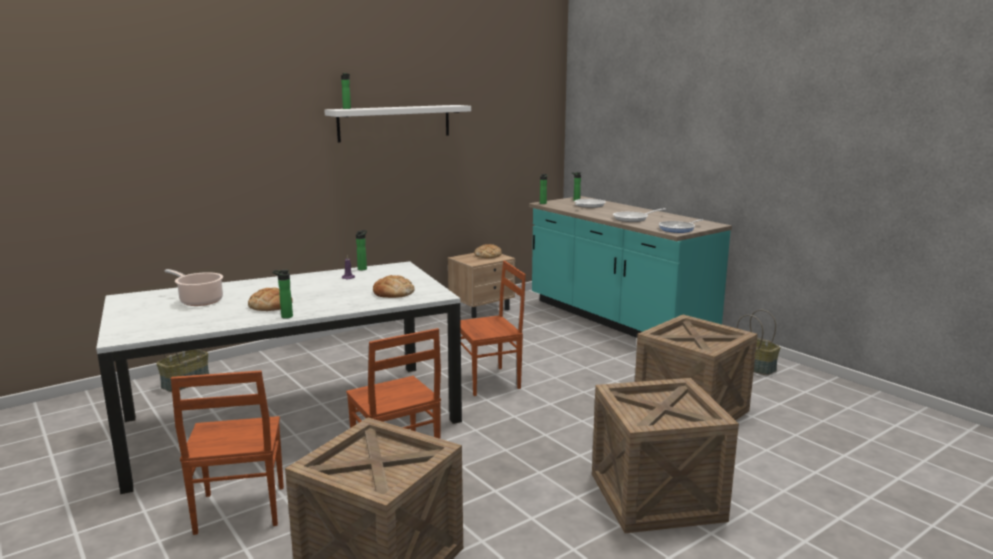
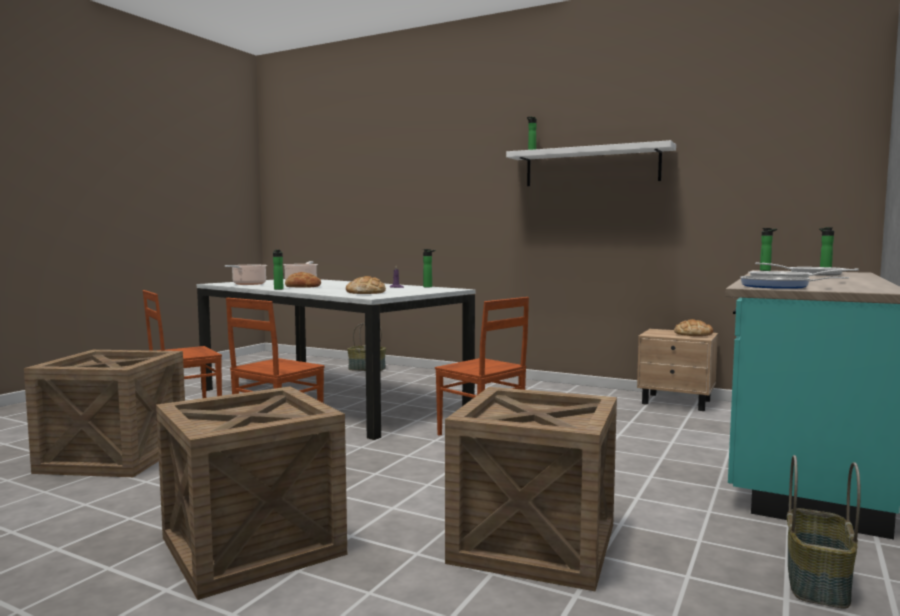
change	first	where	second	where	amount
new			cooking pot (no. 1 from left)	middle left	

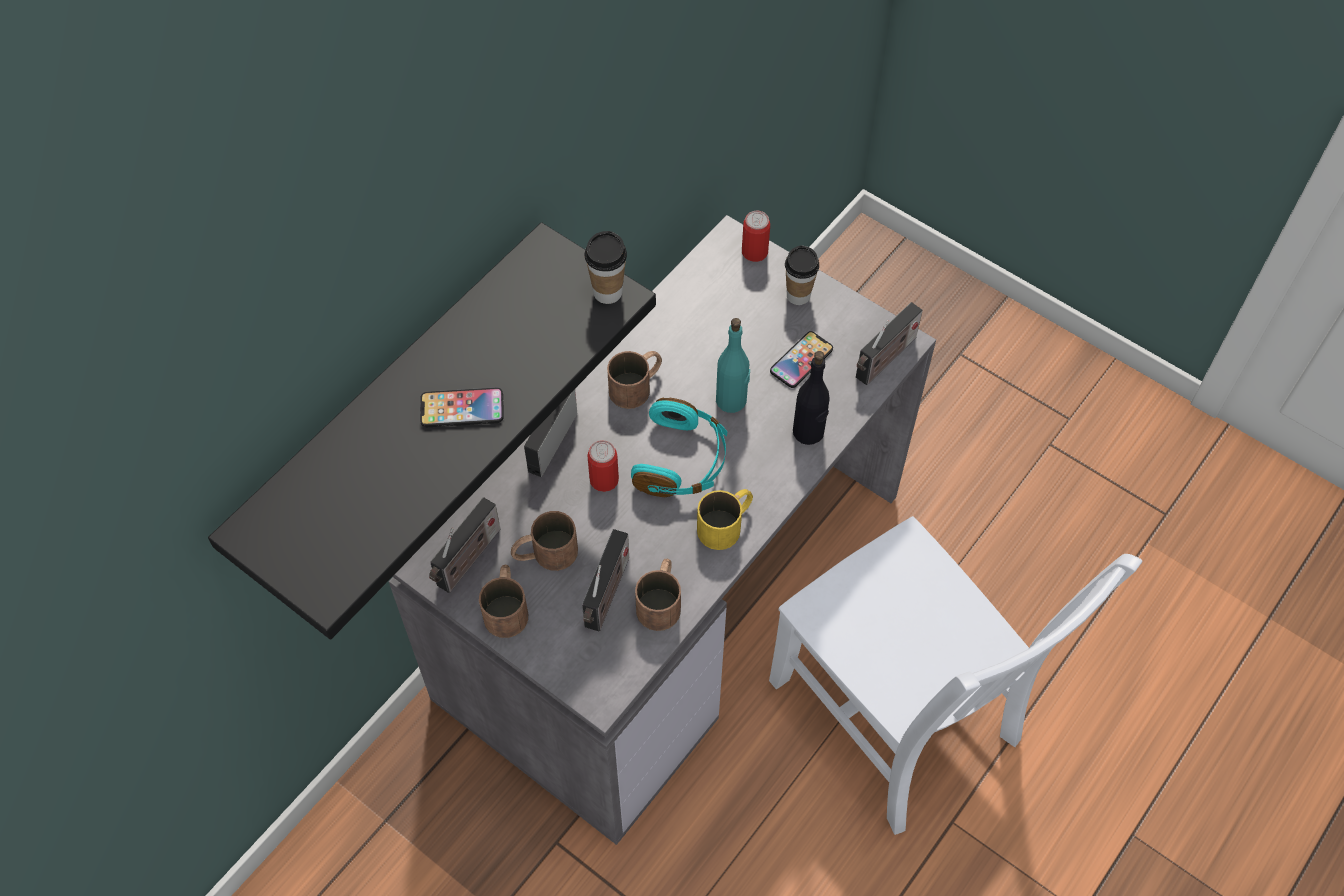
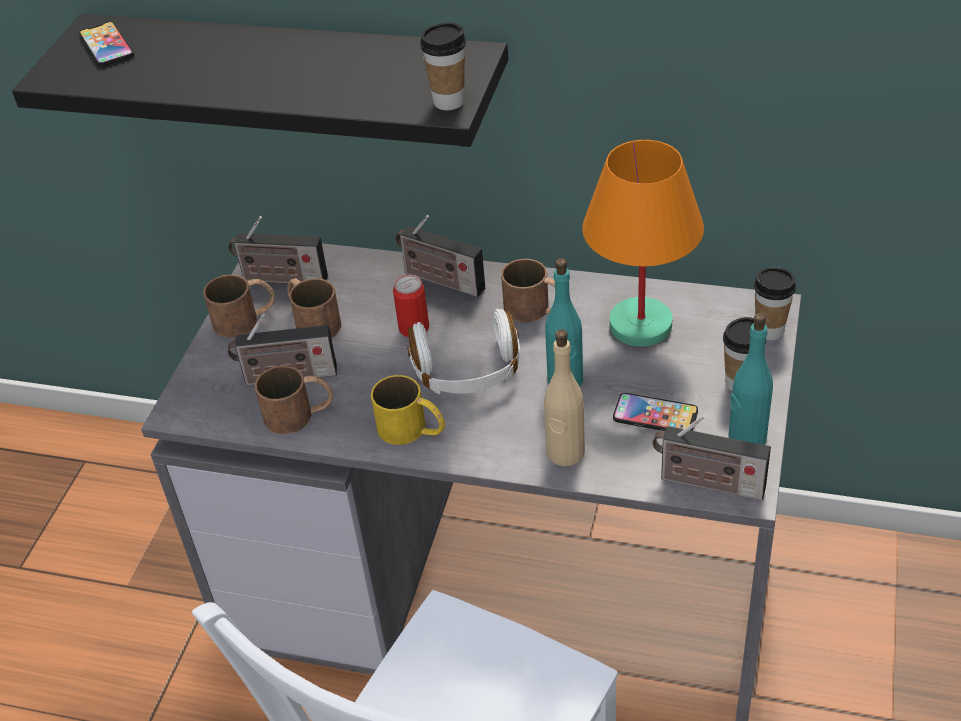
change	first	where	second	where	amount
swapped	can (no. 2 from left)	top centre	cup (no. 3 from left)	middle right	
repainted	black bottle	centre	beige bottle	centre	
shifted	phone (no. 1 from left)	centre		top left	
rotated	radio (no. 2 from left in the first image)	centre	radio (no. 3 from left)	centre	150 degrees counterclockwise
repainted	turquoise headphones	centre	white headphones	centre	
new			orange table lamp	middle right	
new			turquoise bottle (no. 2 from left)	middle right	

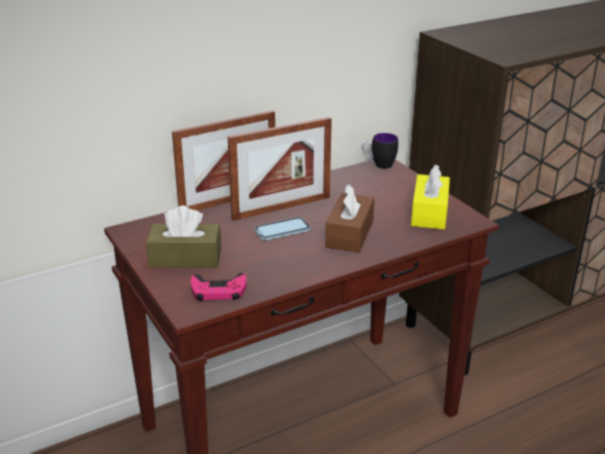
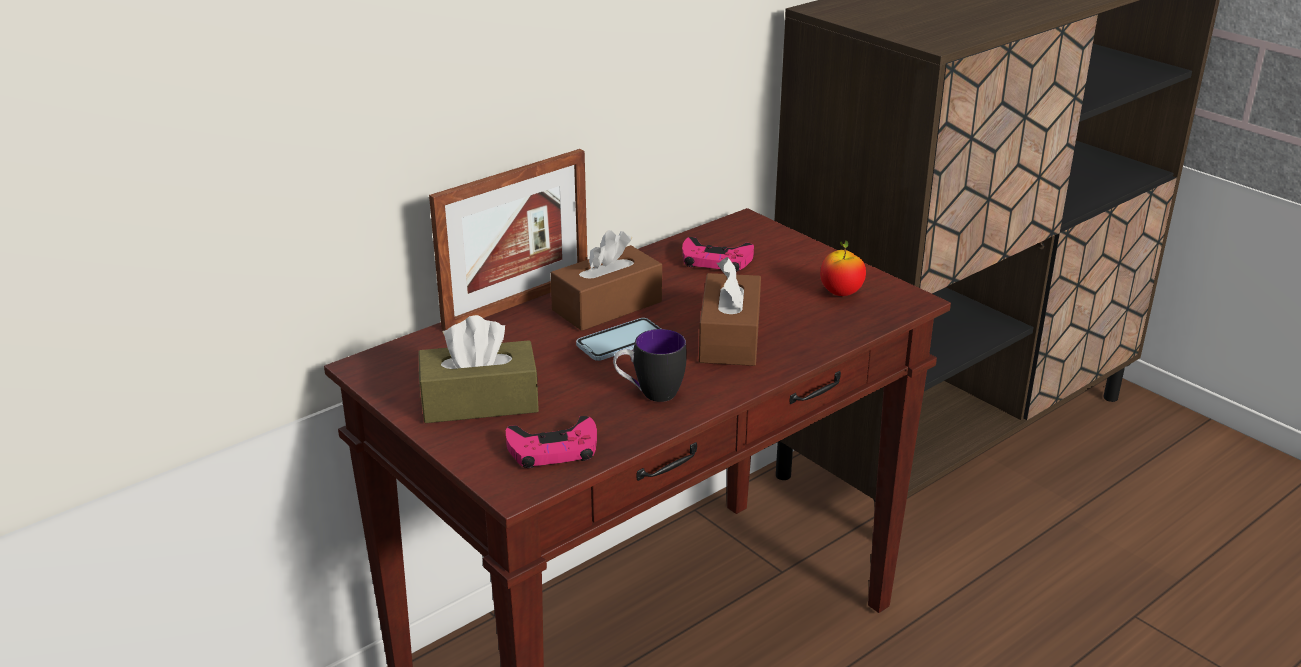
change	first	where	second	where	amount
swapped	picture frame (no. 2 from left)	centre	brown tissue box (no. 2 from left)	centre	
shifted	mug	top centre		centre	
swapped	yellow tissue box	middle right	apple	centre	
new			pink game controller (no. 2 from left)	centre	

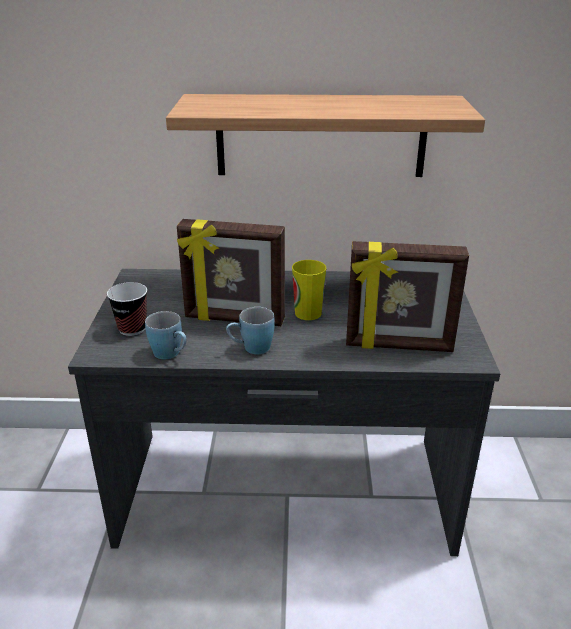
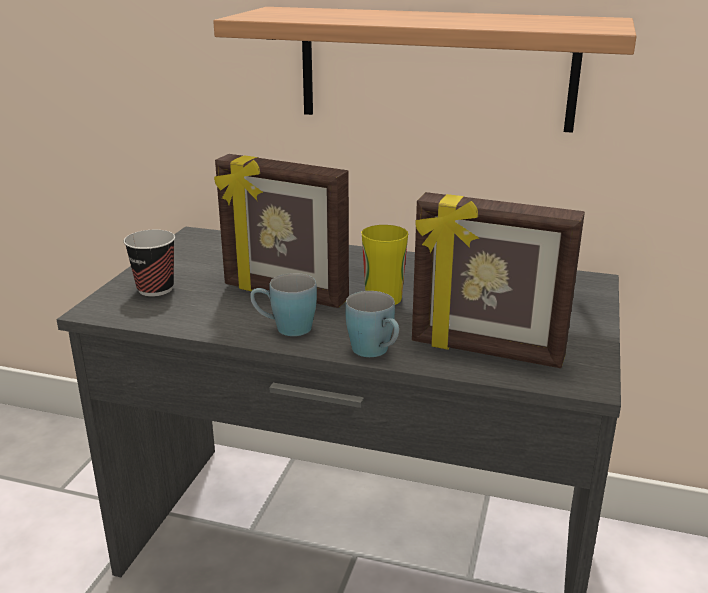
change	first	where	second	where	amount
shifted	blue mug (no. 1 from left in the first image)	middle left	blue mug (no. 2 from left)	centre	

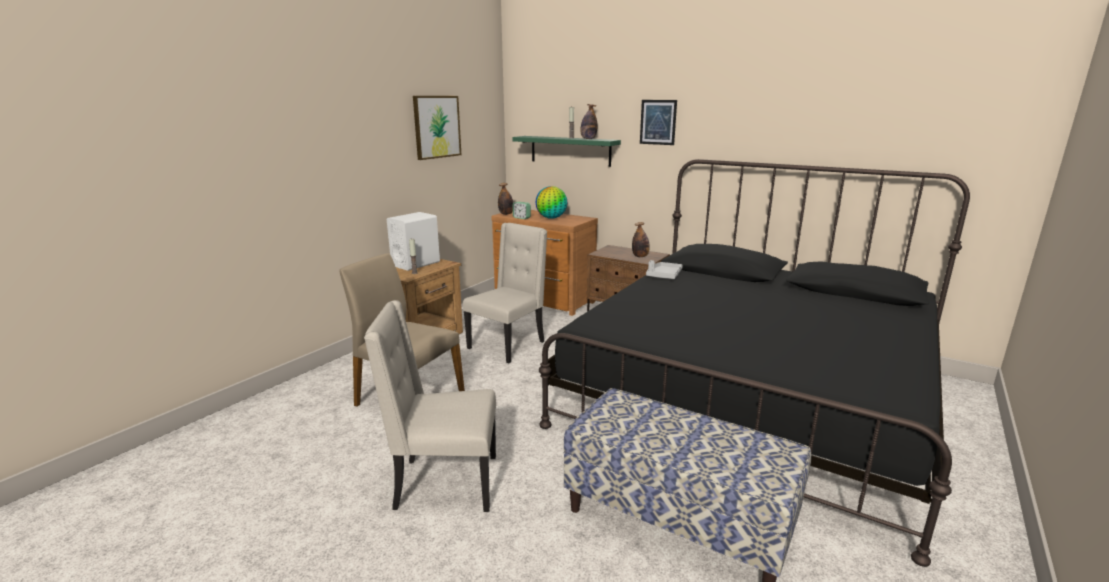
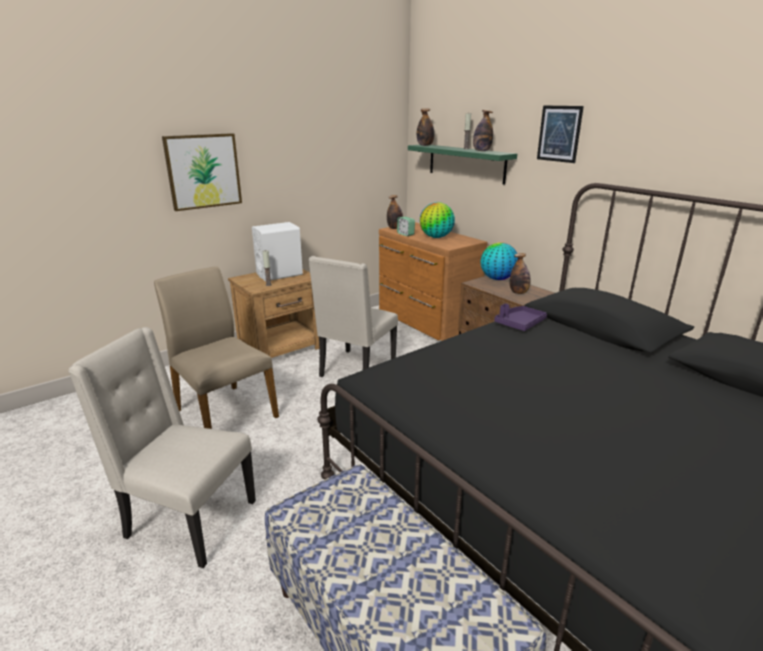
change	first	where	second	where	amount
shifted	picture (no. 1 from left)	top centre		top left	
rotated	beige chair (no. 3 from left)	centre		centre	150 degrees clockwise
repainted	grey tray	centre	purple tray	middle right	
new			bottle (no. 2 from left)	top centre	
new			globe (no. 2 from left)	centre	

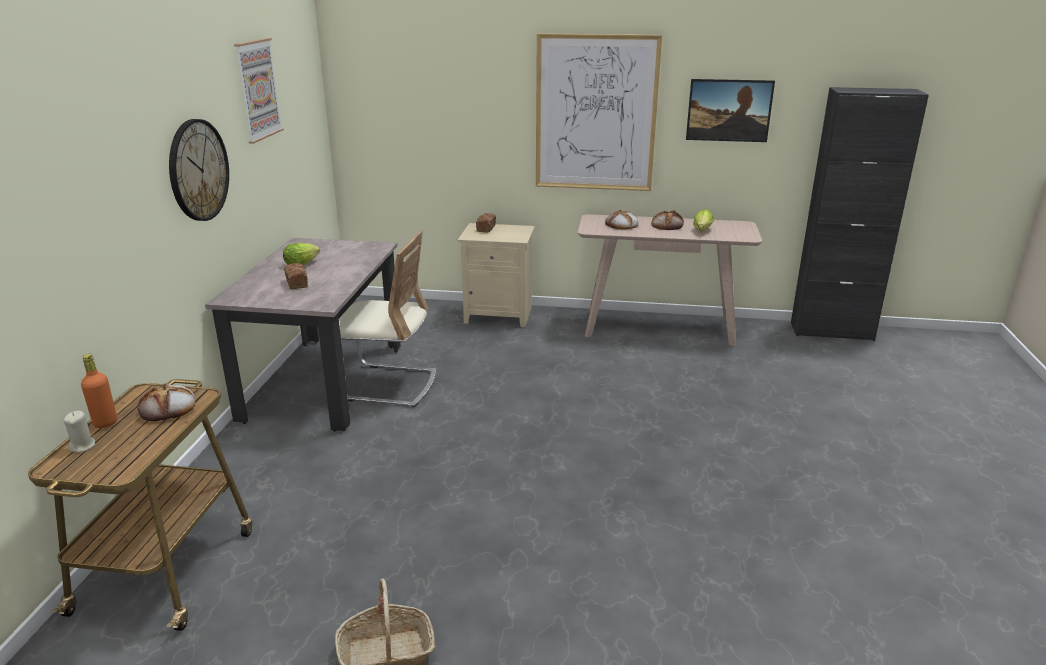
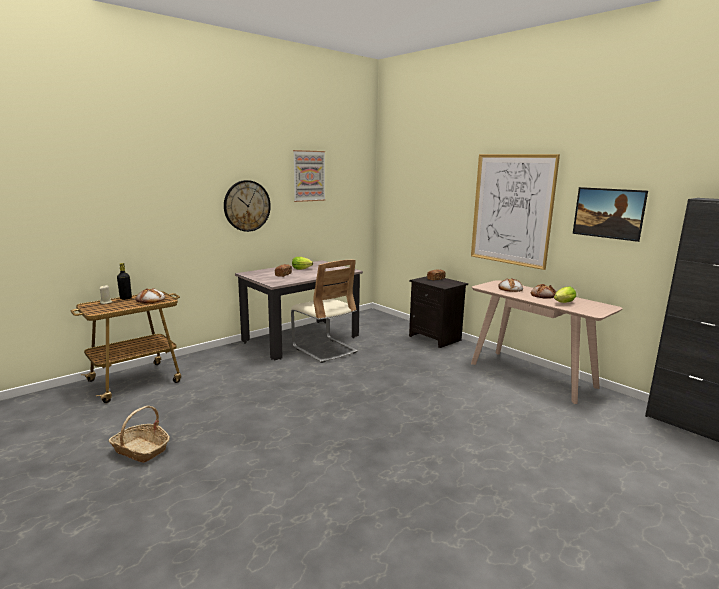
change	first	where	second	where	amount
repainted	beige nightstand	centre	black nightstand	centre	
repainted	orange bottle	middle left	black bottle	middle left	

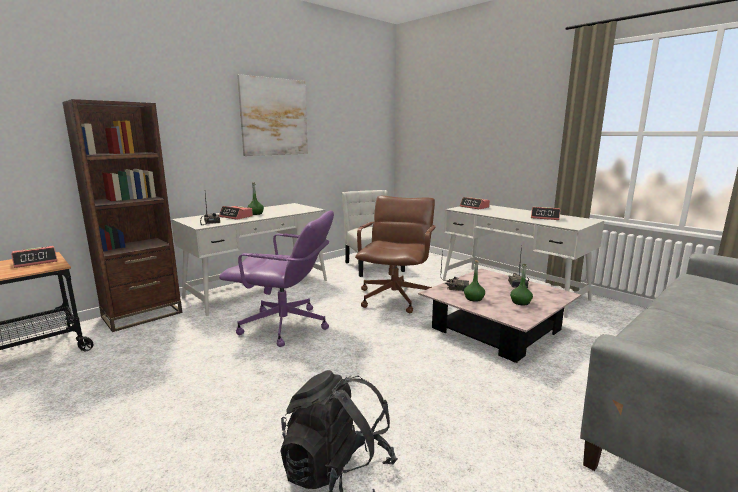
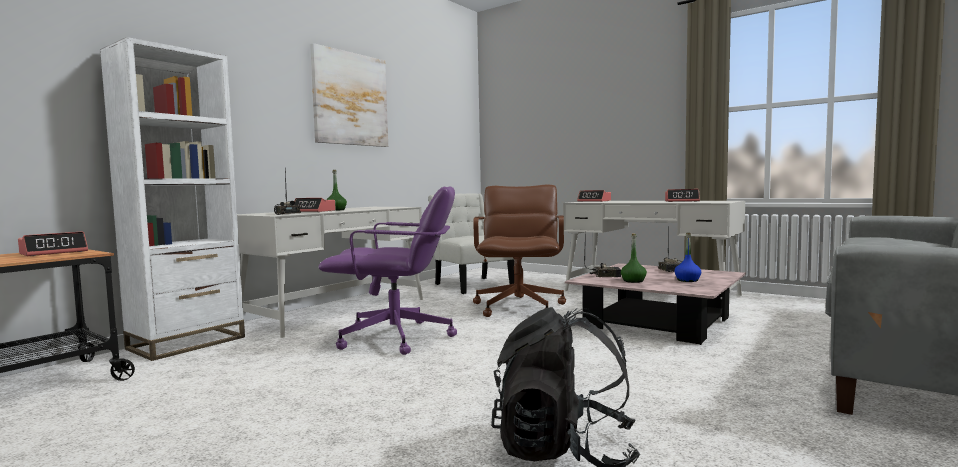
change	first	where	second	where	amount
repainted	brown bookcase	middle left	white bookcase	middle left	
repainted	green bottle (no. 3 from left)	middle right	blue bottle	middle right	

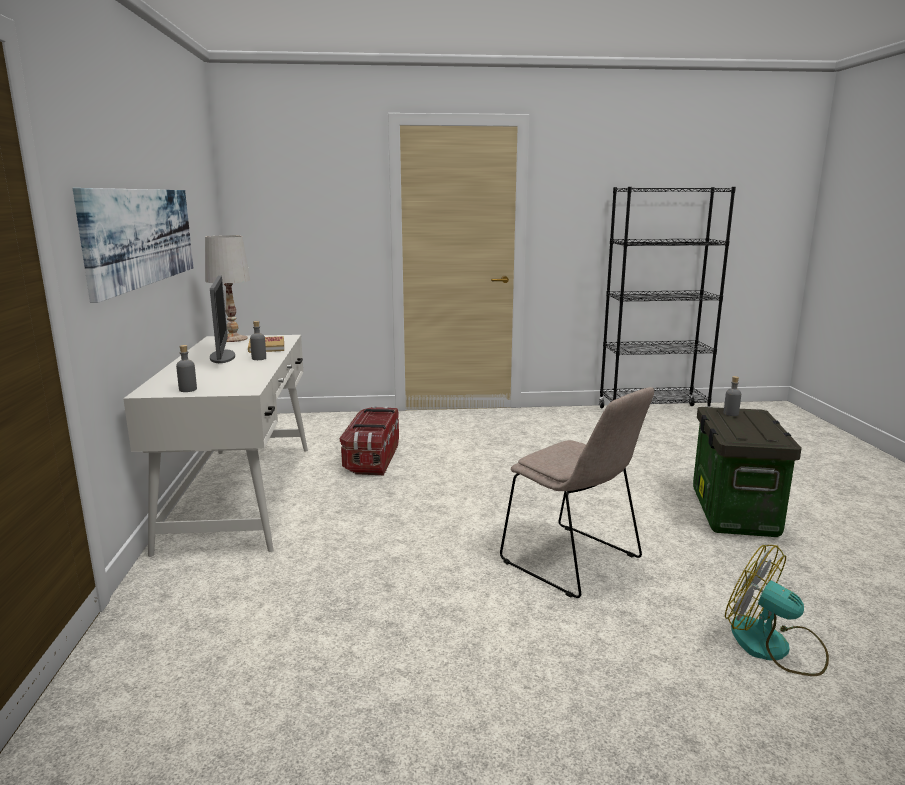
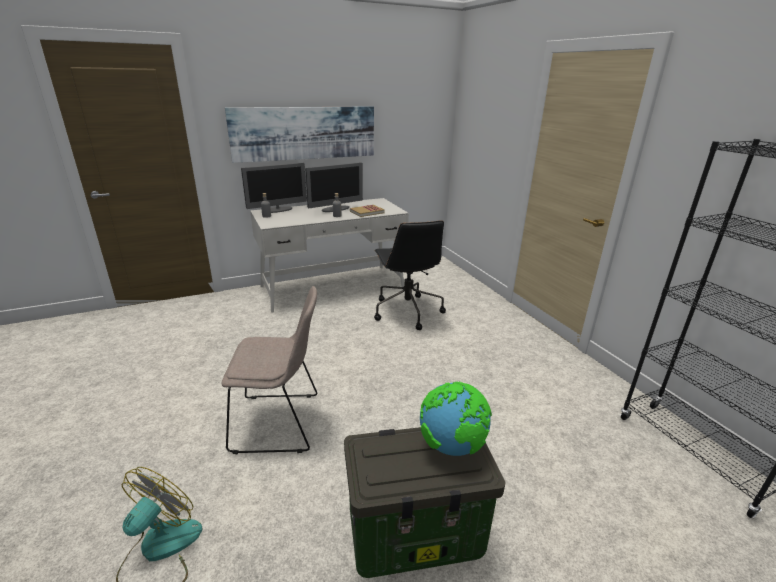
change	first	where	second	where	amount
gone	white table lamp	middle left			
swapped	grey bottle (no. 3 from left)	middle right	globe	bottom centre	
rotated	beige chair	centre		centre	120 degrees counterclockwise
swapped	storage box (no. 1 from left)	centre	black office chair	centre	
new			monitor (no. 1 from left)	top centre	

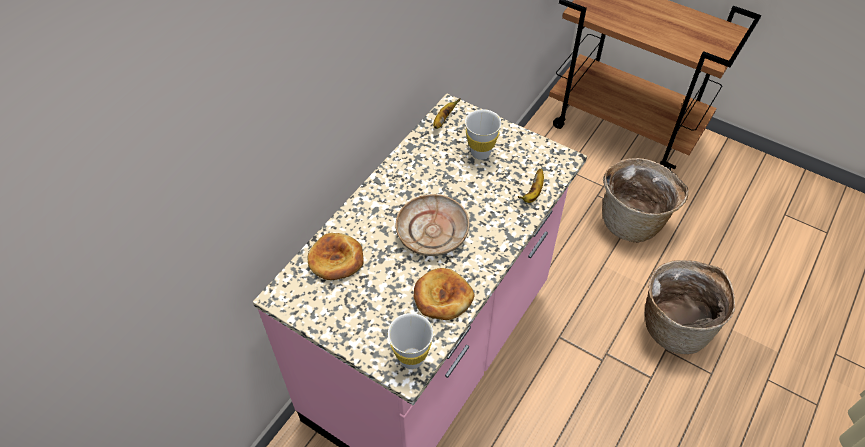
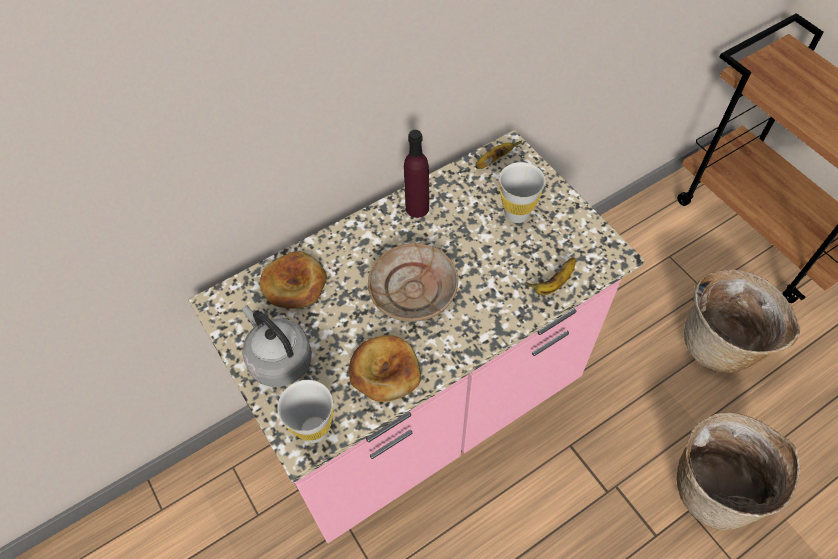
change	first	where	second	where	amount
new			purple bottle	top centre	
new			grey kettle	middle left	

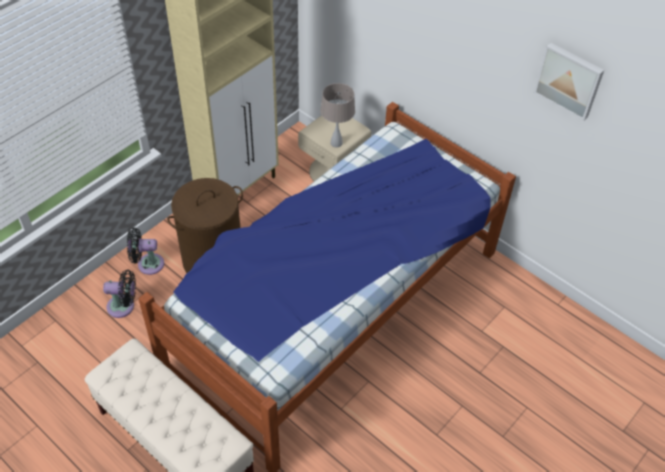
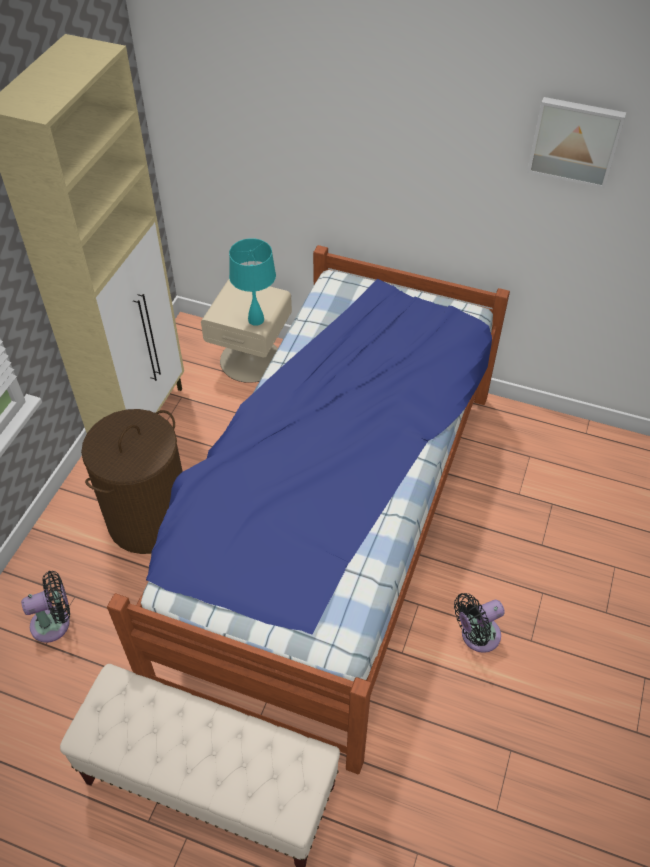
change	first	where	second	where	amount
repainted	beige table lamp	top centre	turquoise table lamp	top centre	
shifted	black fan (no. 2 from left)	middle left		bottom right	

